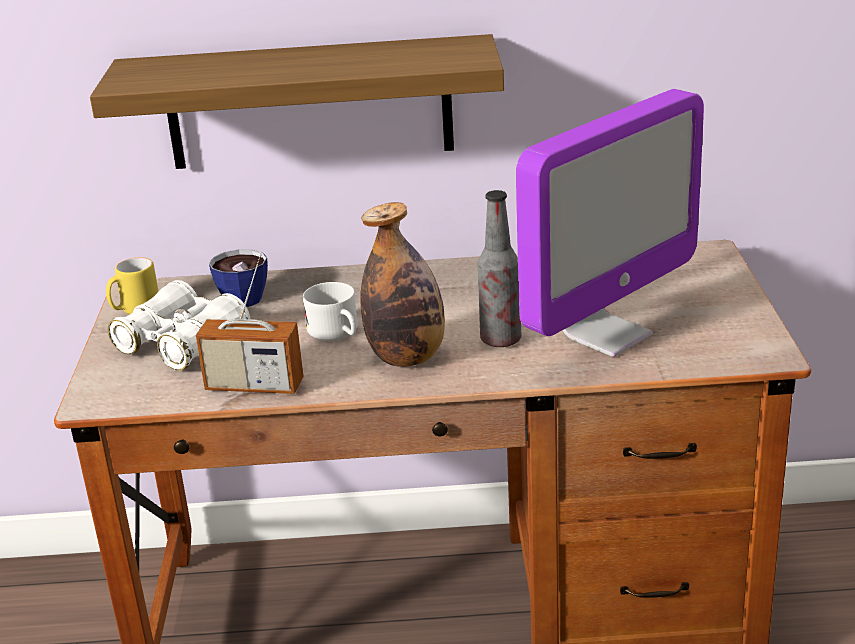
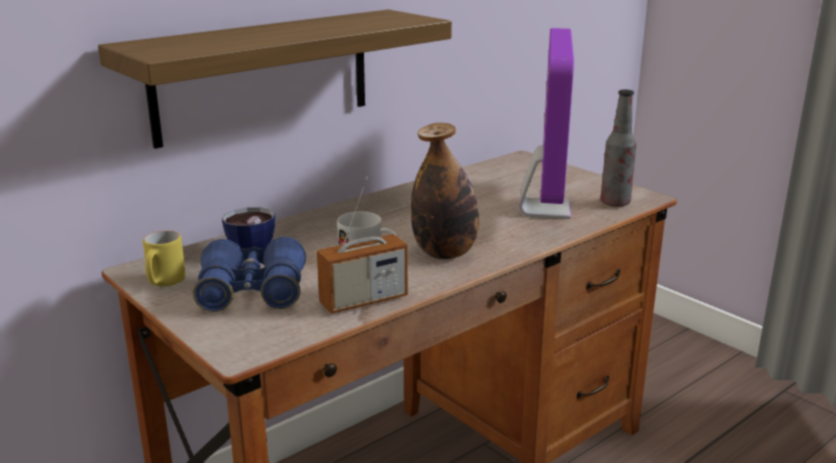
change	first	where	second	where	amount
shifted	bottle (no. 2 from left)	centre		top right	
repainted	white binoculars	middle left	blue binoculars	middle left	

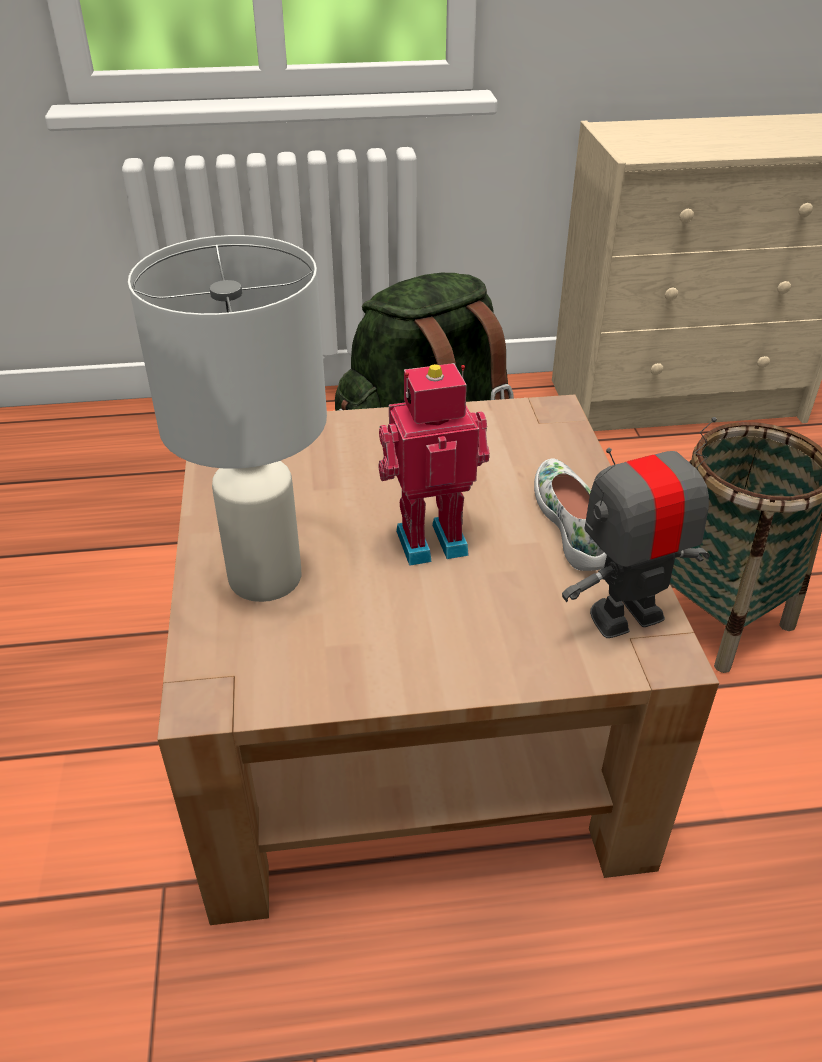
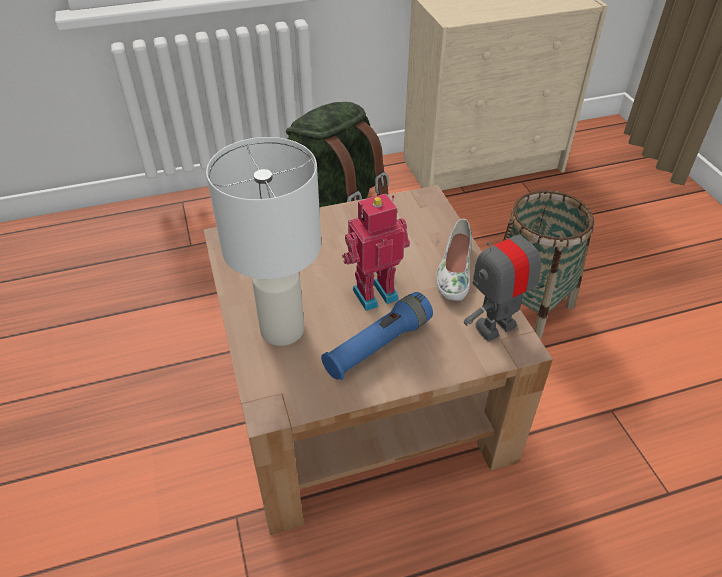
change	first	where	second	where	amount
rotated	white shoe	middle right		centre	150 degrees counterclockwise
new			blue flashlight	centre	

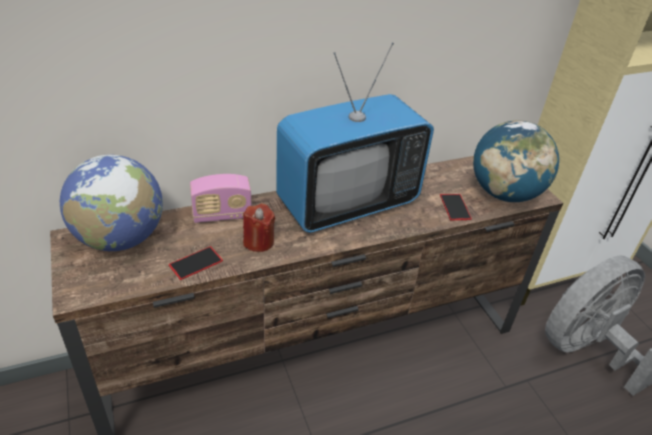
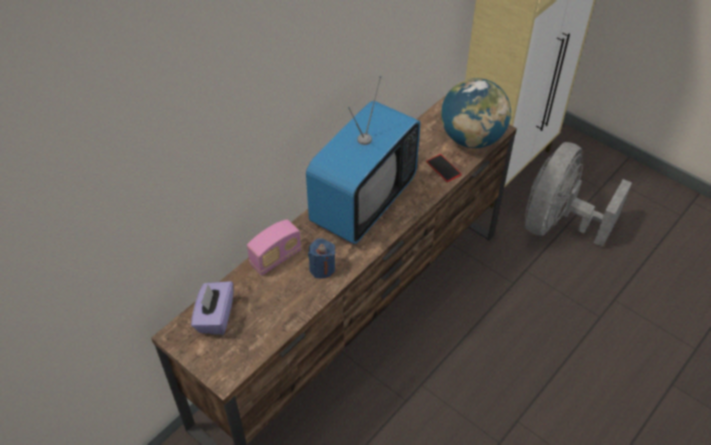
change	first	where	second	where	amount
swapped	globe (no. 1 from left)	middle left	purple tissue box	bottom left	
repainted	red candle	centre	blue candle	centre	
gone	phone (no. 1 from left)	middle left			

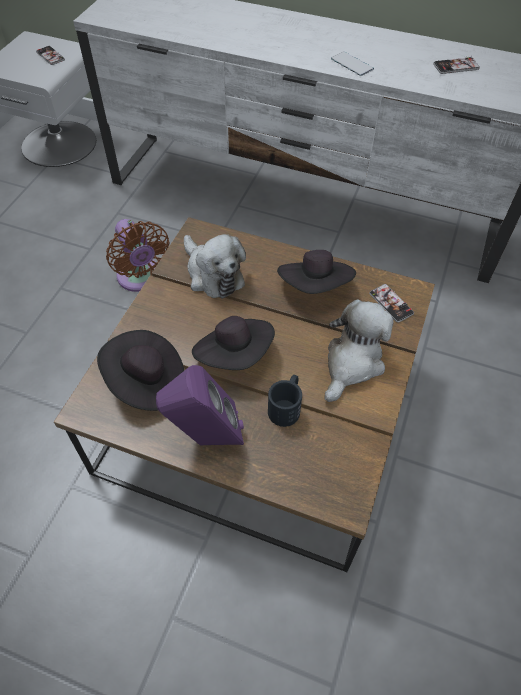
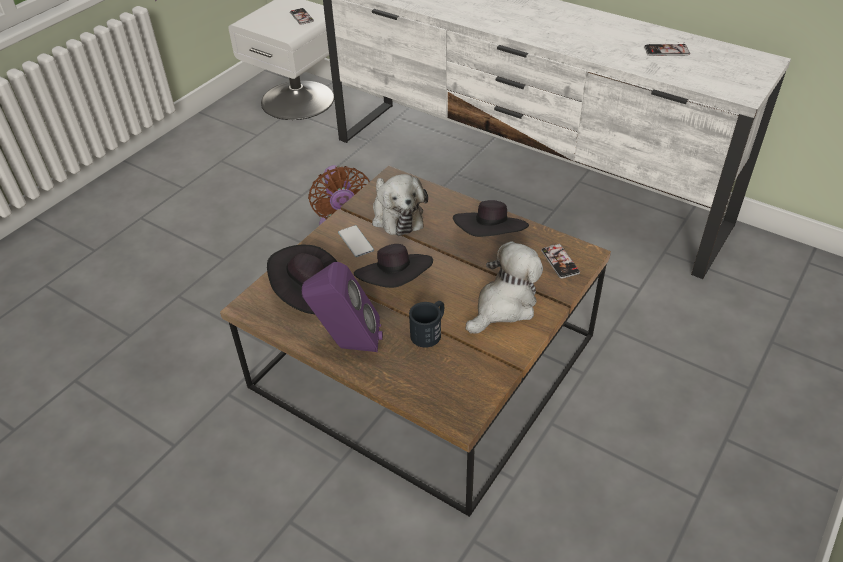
change	first	where	second	where	amount
shifted	phone (no. 2 from left)	top right		centre	

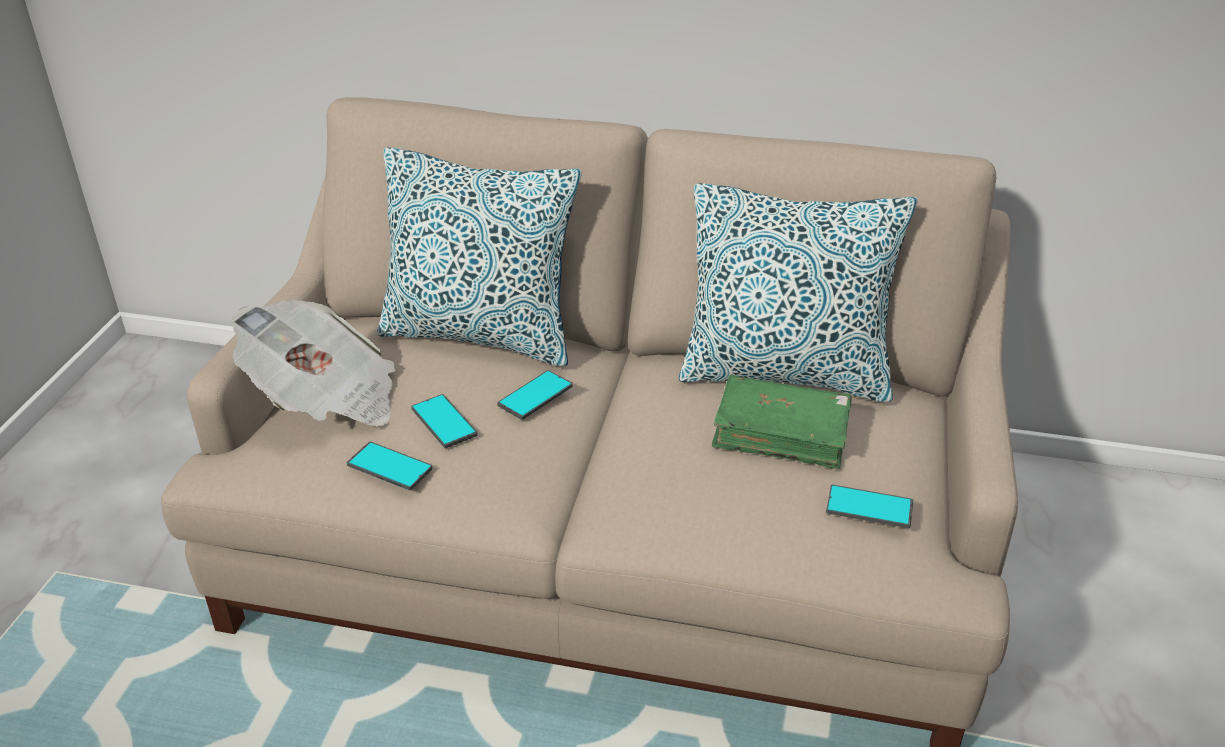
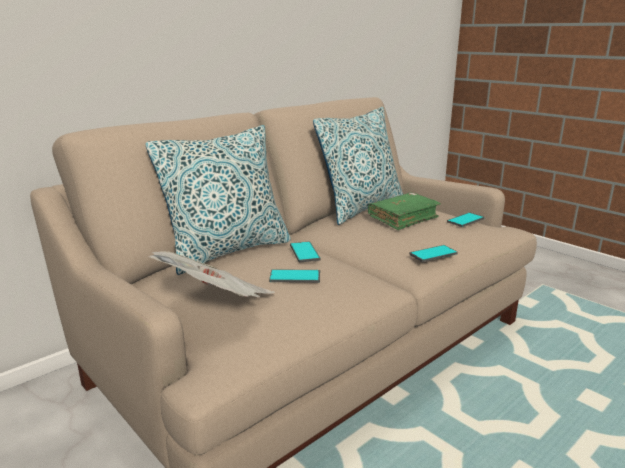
change	first	where	second	where	amount
shifted	phone (no. 1 from left in the first image)	middle left	phone (no. 3 from left)	middle right	

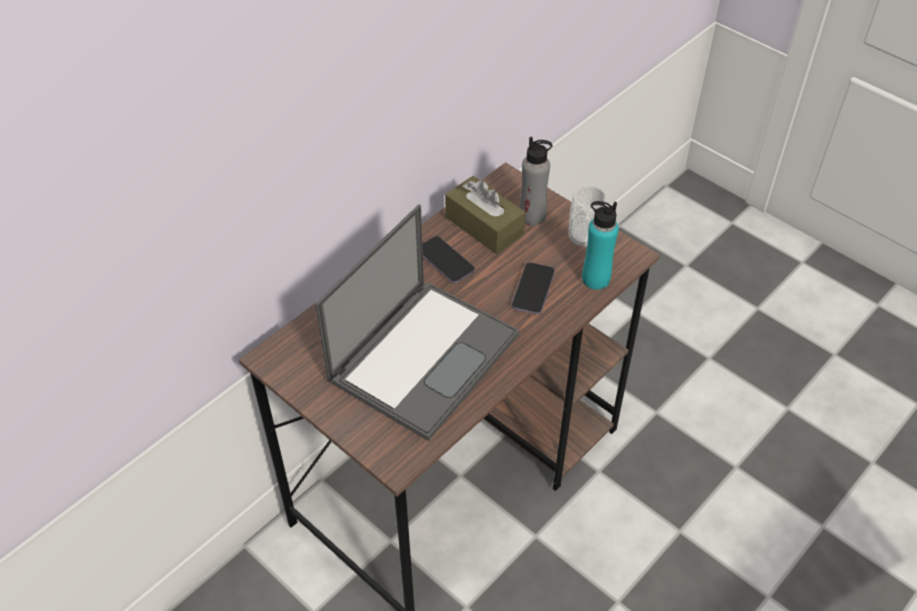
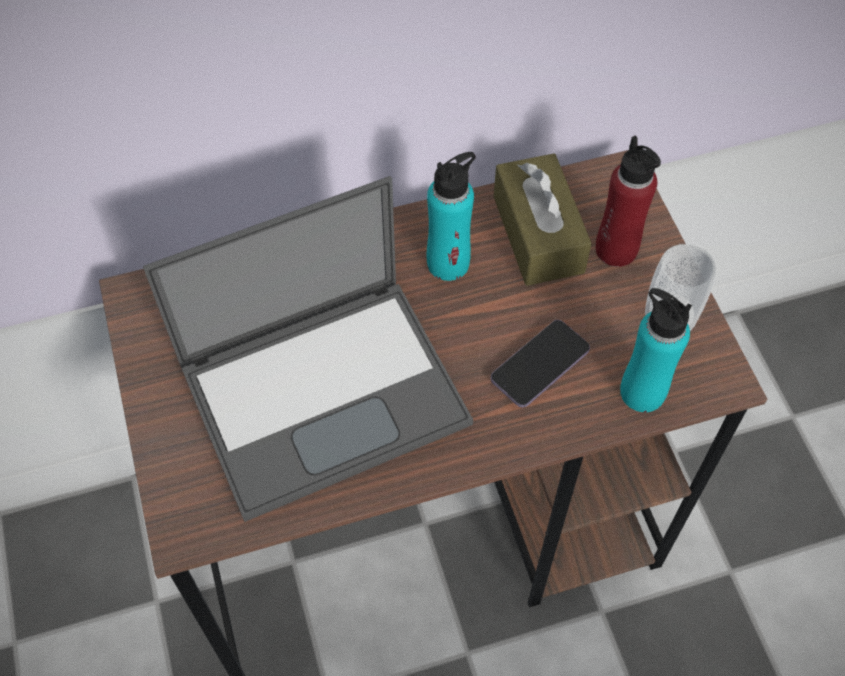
change	first	where	second	where	amount
repainted	grey bottle	top centre	red bottle	top right	
swapped	phone (no. 1 from left)	centre	turquoise bottle (no. 1 from left)	top centre	

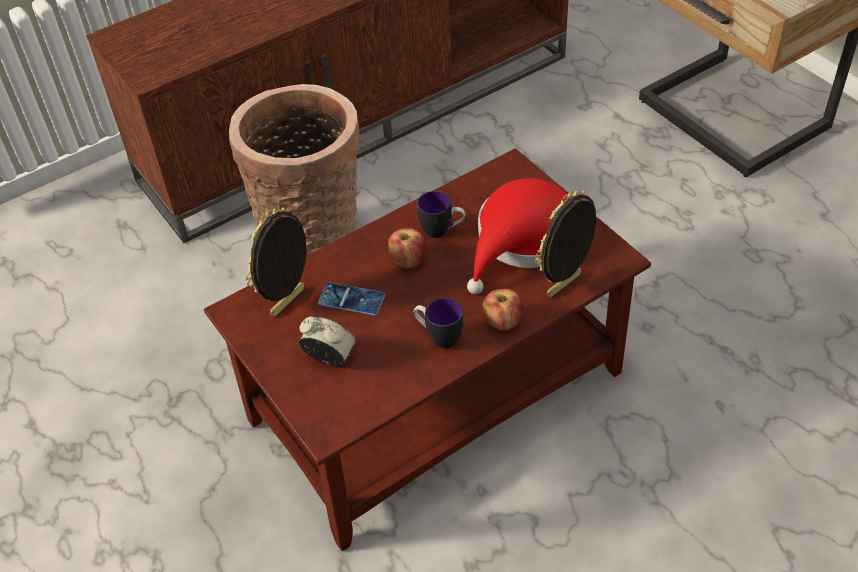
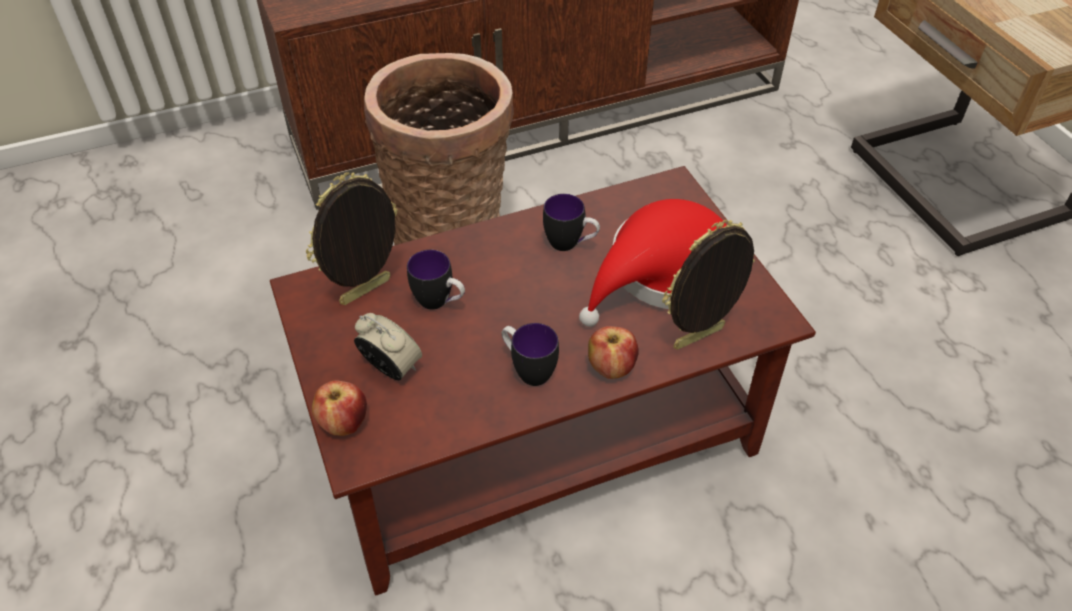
change	first	where	second	where	amount
shifted	apple (no. 1 from left)	centre		bottom left	
swapped	phone	centre	mug (no. 1 from left)	centre	

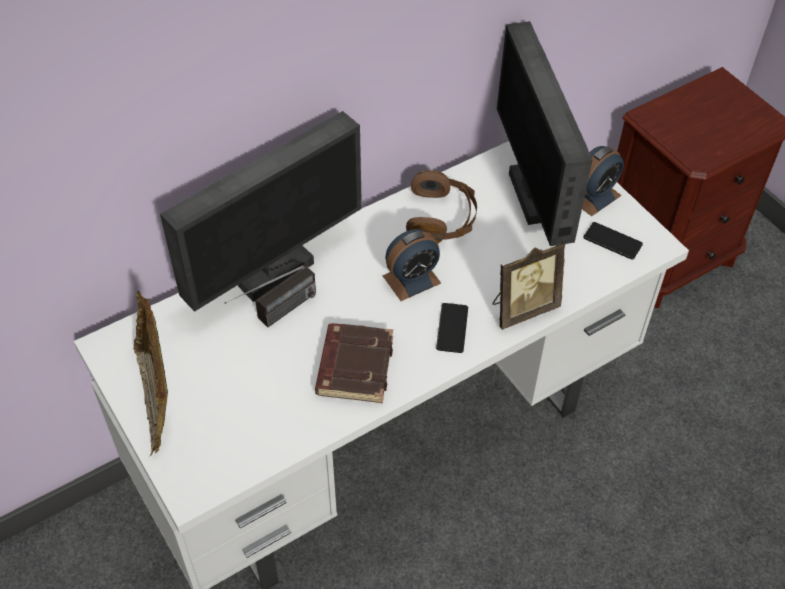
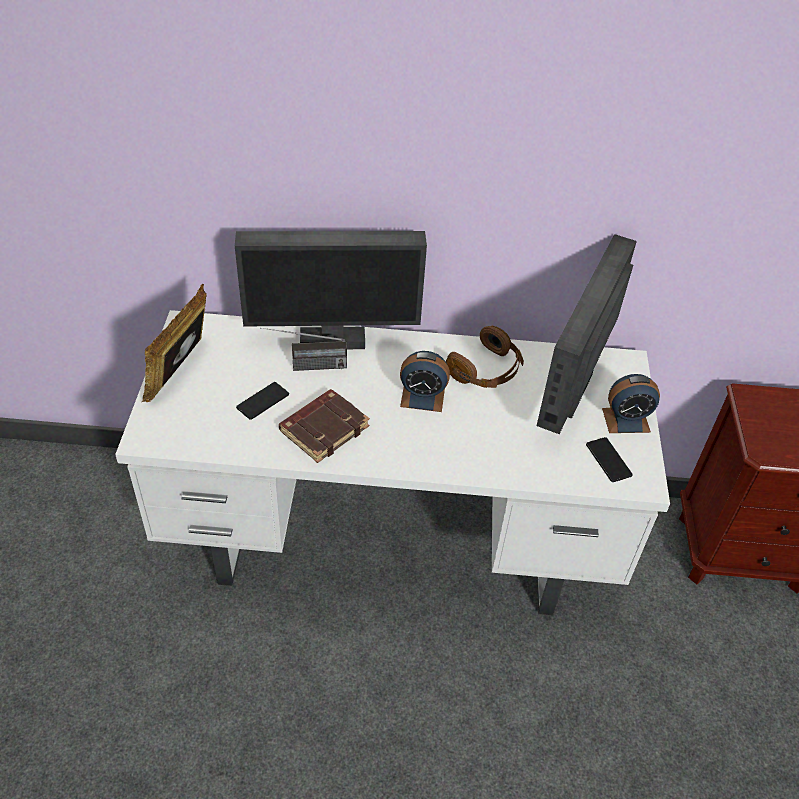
change	first	where	second	where	amount
gone	picture frame (no. 2 from left)	middle right			
shifted	phone (no. 1 from left)	centre		middle left	

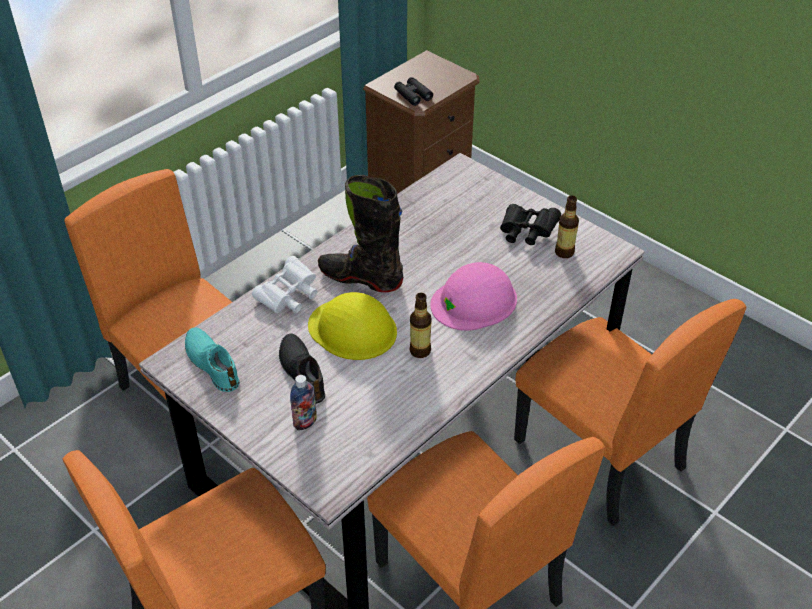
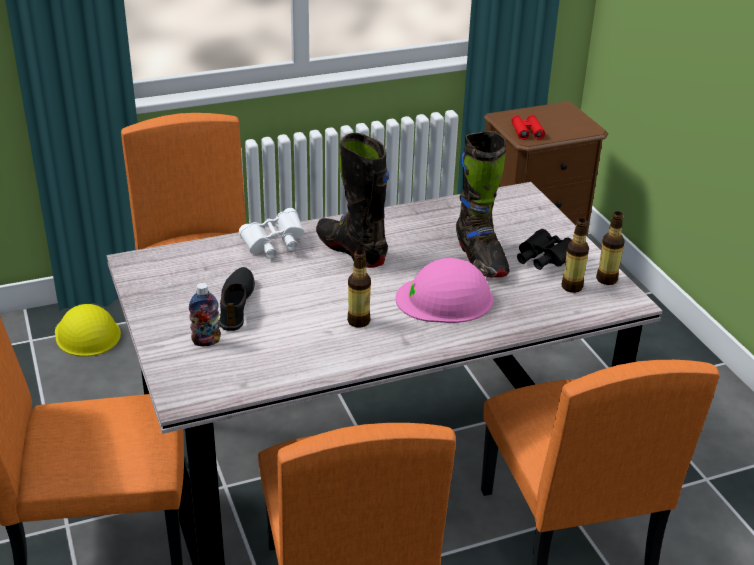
change	first	where	second	where	amount
repainted	black binoculars (no. 1 from left)	top centre	red binoculars	top right	
shifted	yellow hard hat	centre		middle left	
gone	turquoise shoe	middle left			
new			black boot (no. 2 from left)	centre	
new			bottle (no. 4 from left)	middle right	

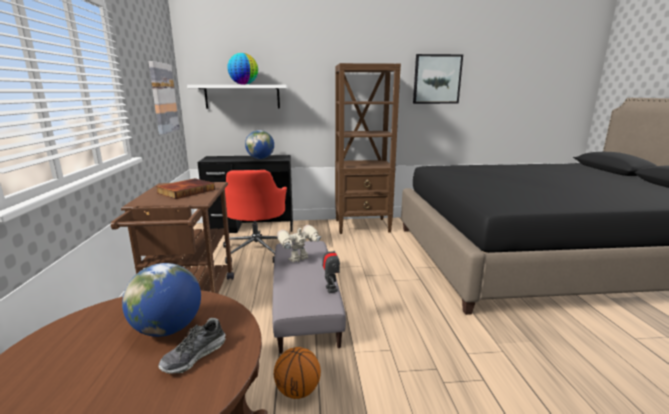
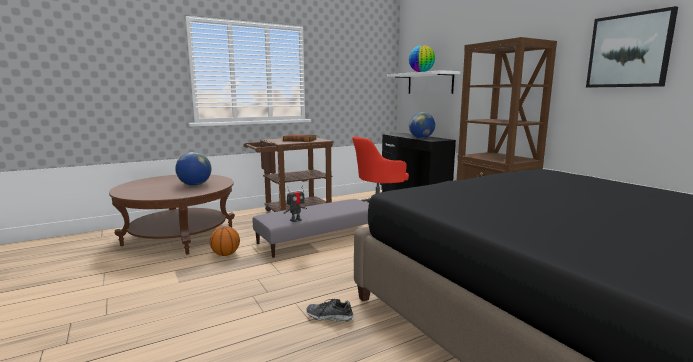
change	first	where	second	where	amount
gone	picture (no. 1 from left)	top left			
gone	toy robot (no. 1 from left)	centre			
shifted	shoe	bottom left		bottom centre	

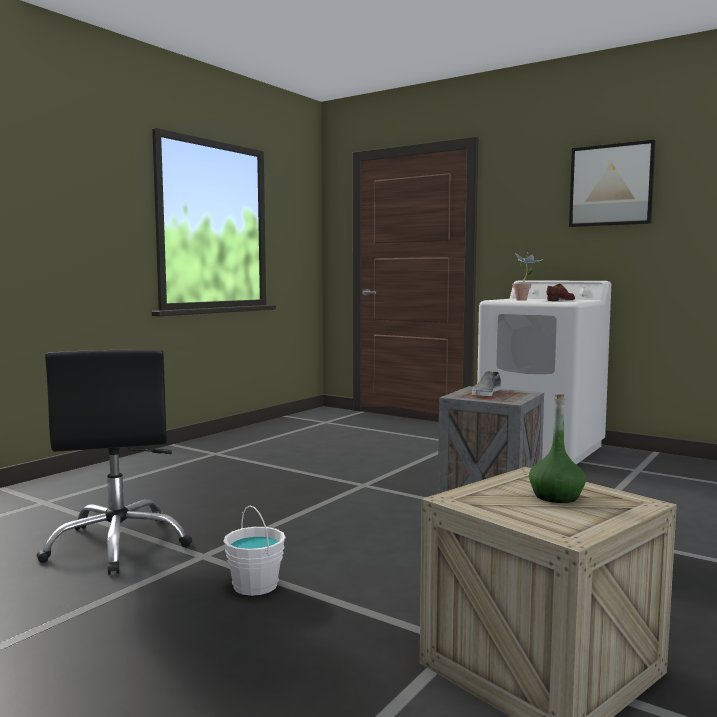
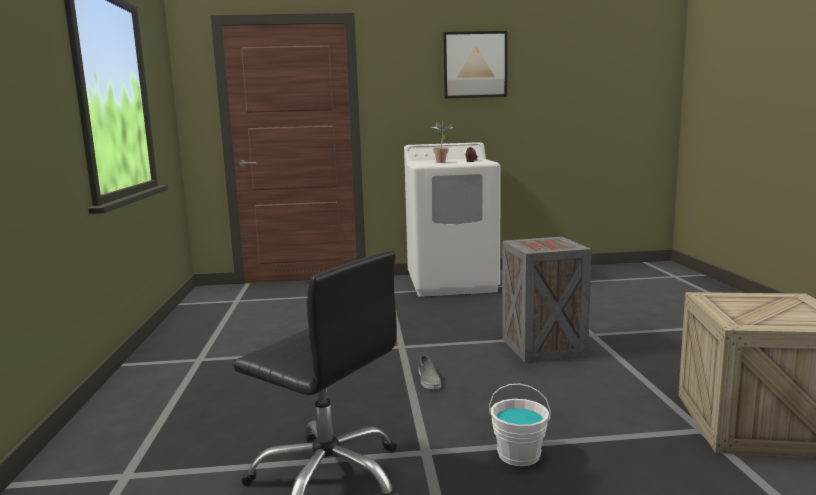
change	first	where	second	where	amount
shifted	grey shoe	middle right		bottom centre	
gone	green bottle	middle right			

